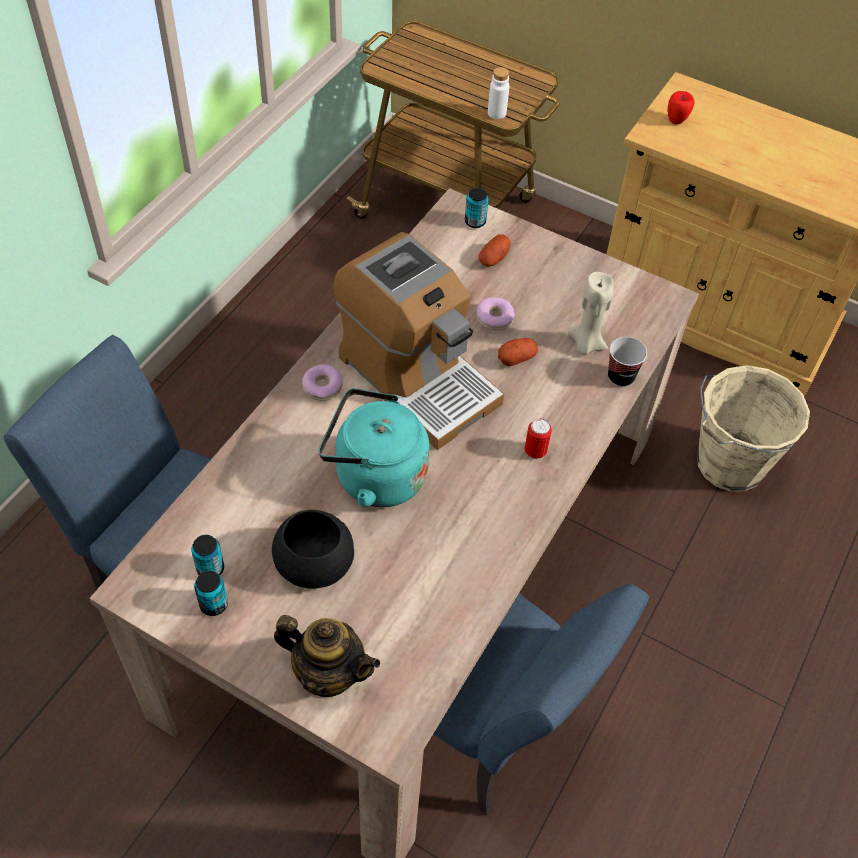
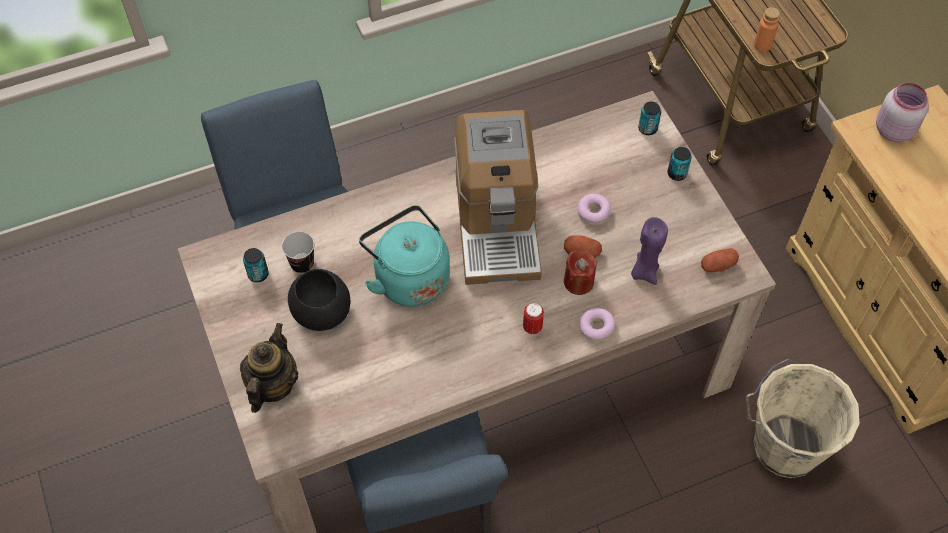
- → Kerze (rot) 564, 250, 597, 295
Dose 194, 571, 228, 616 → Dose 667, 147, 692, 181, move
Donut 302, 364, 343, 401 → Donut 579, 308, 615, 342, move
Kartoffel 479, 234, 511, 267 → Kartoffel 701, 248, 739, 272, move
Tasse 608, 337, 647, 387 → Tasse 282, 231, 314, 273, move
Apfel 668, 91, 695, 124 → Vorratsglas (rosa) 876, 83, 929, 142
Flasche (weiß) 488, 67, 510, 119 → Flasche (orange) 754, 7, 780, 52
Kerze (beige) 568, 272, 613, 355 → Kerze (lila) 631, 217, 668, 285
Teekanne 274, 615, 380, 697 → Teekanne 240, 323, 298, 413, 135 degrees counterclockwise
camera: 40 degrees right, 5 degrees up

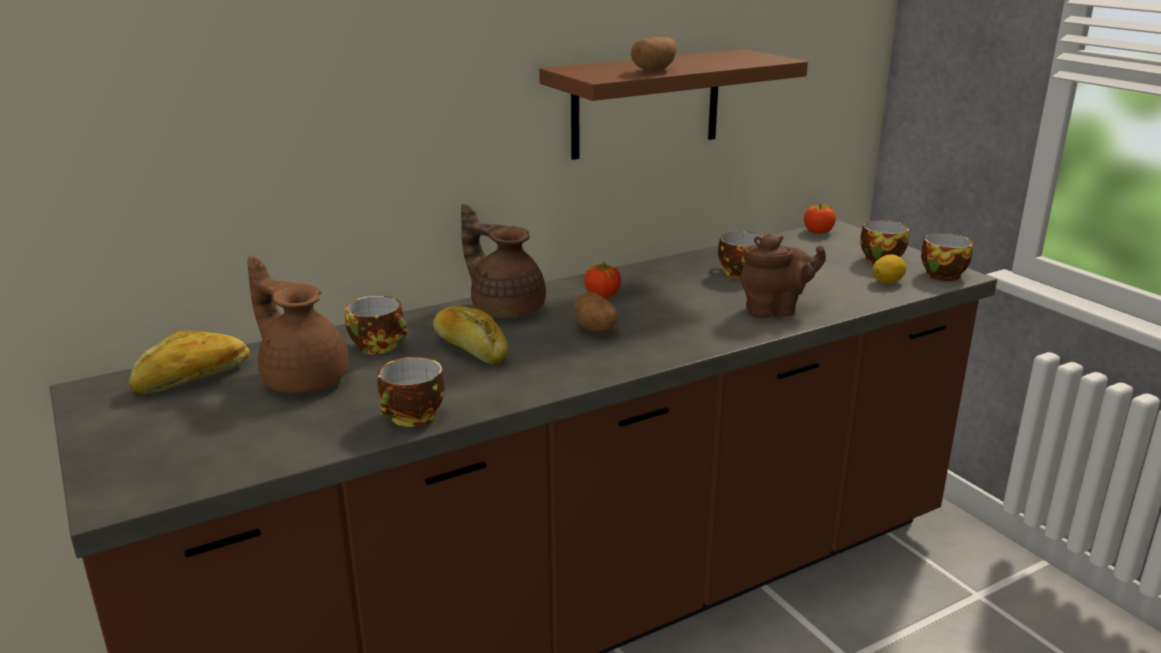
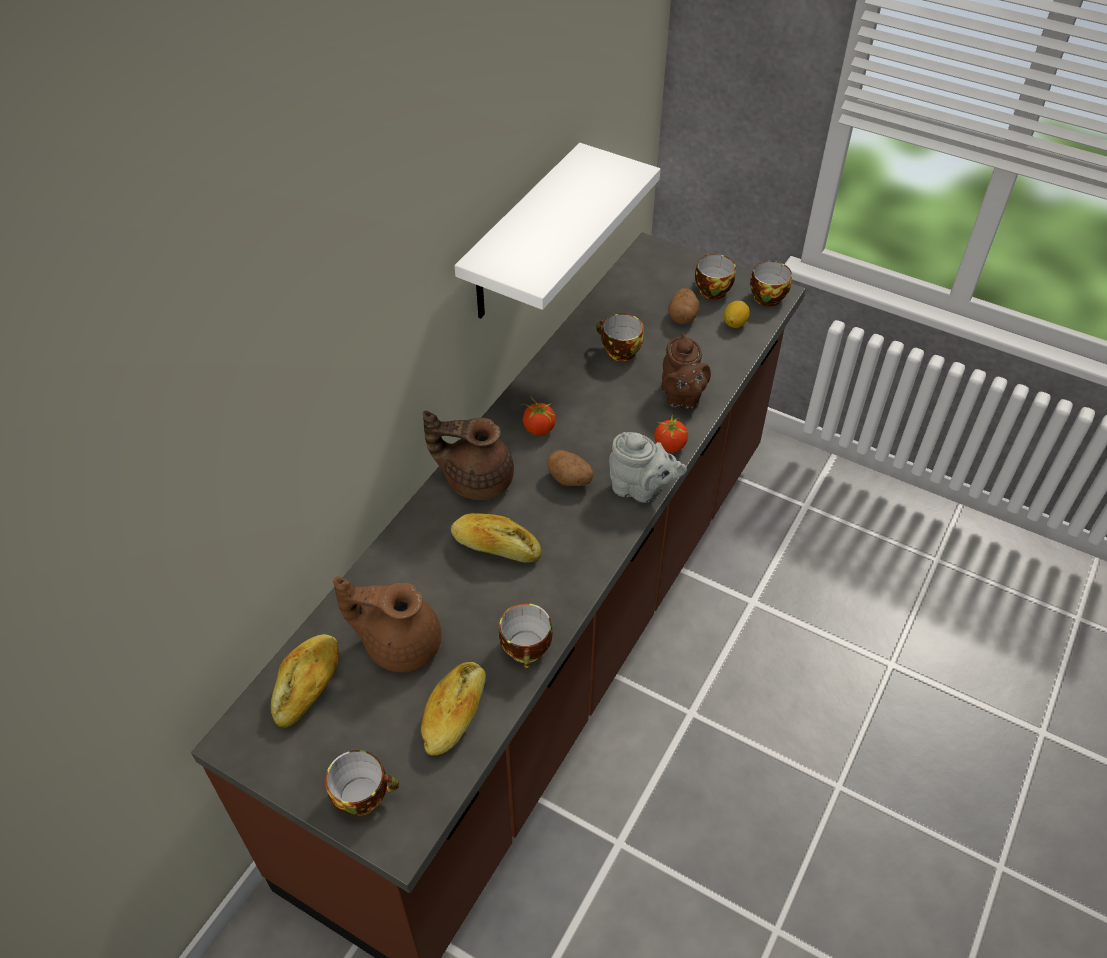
- → Brot 421, 662, 486, 756
- → Teekanne (grau) 609, 432, 687, 503
Tasse 345, 296, 407, 354 → Tasse 325, 750, 399, 816, move
Kartoffel 631, 37, 677, 71 → Kartoffel 668, 288, 699, 324, move
Tomate 804, 203, 836, 234 → Tomate 654, 417, 688, 453, move
Wandregal (braun) 539, 49, 808, 160 → Wandregal (weiß) 455, 143, 660, 319
Teekanne (braun) 741, 234, 826, 318 → Teekanne (braun) 661, 333, 711, 409, 120 degrees clockwise
camera: 30 degrees left, 25 degrees up

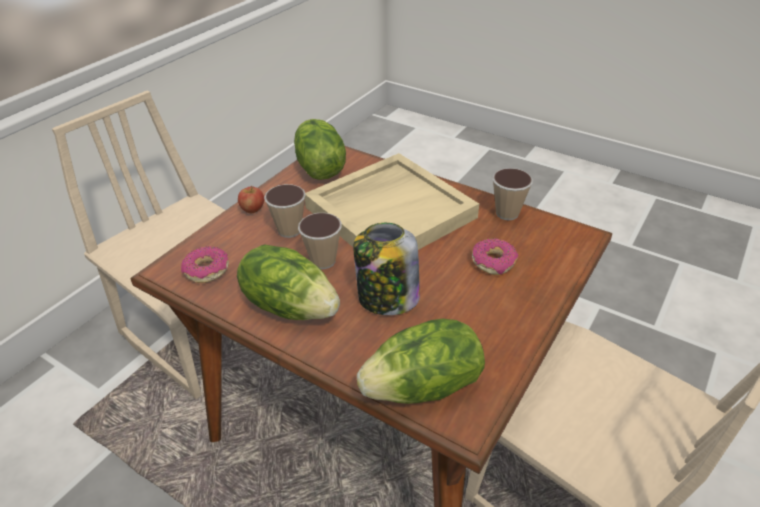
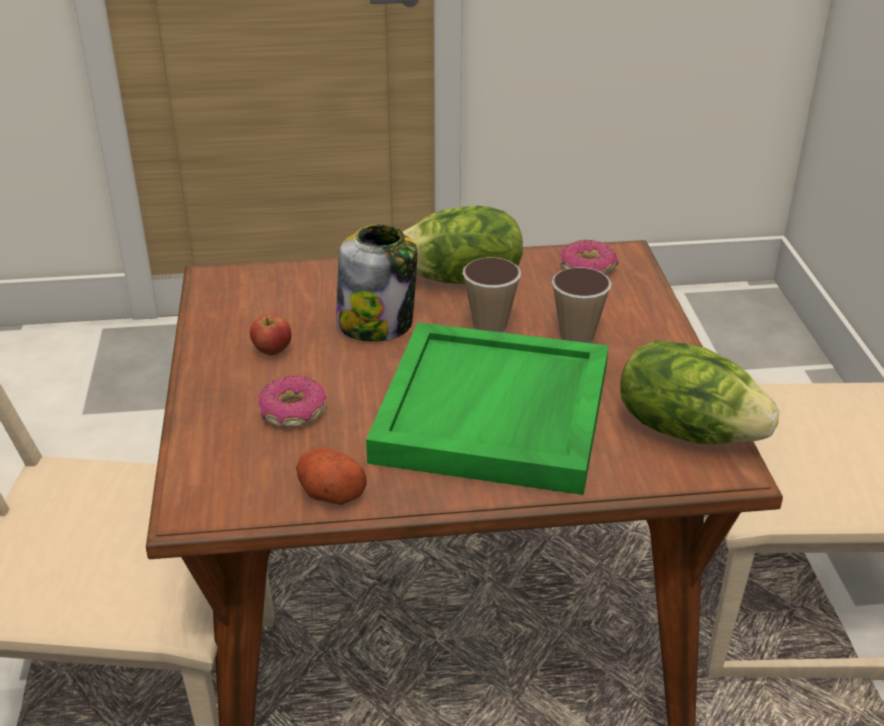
Salatkopf 357, 319, 485, 404 → -
Apfel 238, 186, 264, 213 → Apfel 250, 314, 292, 355, move
Tasse 493, 168, 533, 220 → Kartoffel 296, 447, 367, 505
Tablett (beige) 305, 153, 479, 250 → Tablett (grün) 366, 322, 609, 495
camera: 140 degrees right, 5 degrees down

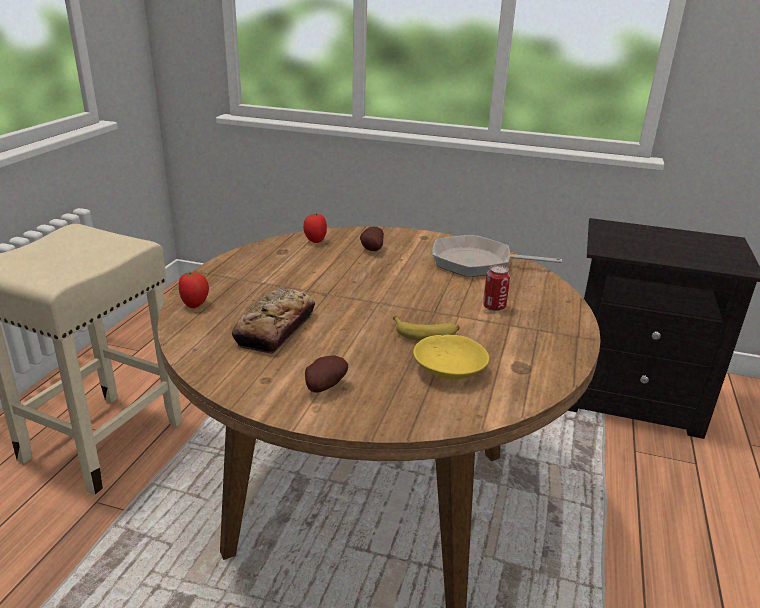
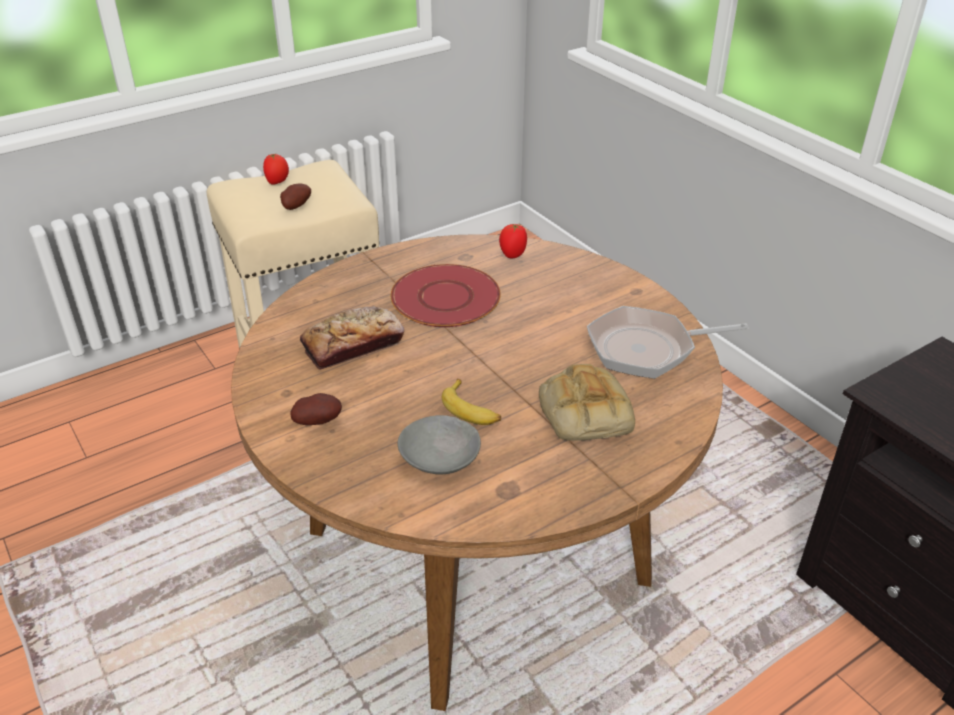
- → Teller (rot) 391, 264, 501, 327
Tomate 179, 272, 209, 308 → Tomate 263, 153, 289, 185, move
Kartoffel 360, 227, 384, 251 → Kartoffel 280, 183, 311, 210, move
Dose 483, 265, 510, 311 → Brot 539, 364, 635, 441
Schüssel (gelb) 413, 335, 489, 379 → Schüssel (grau) 398, 415, 481, 474
Pfanne 432, 235, 562, 277 → Pfanne 587, 306, 748, 379, 60 degrees counterclockwise
camera: 40 degrees right, 10 degrees up

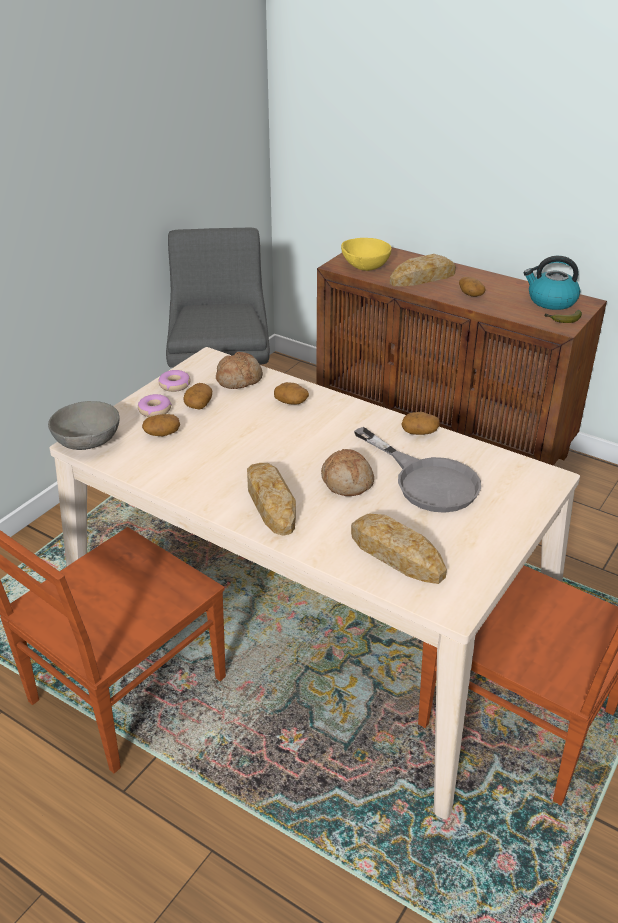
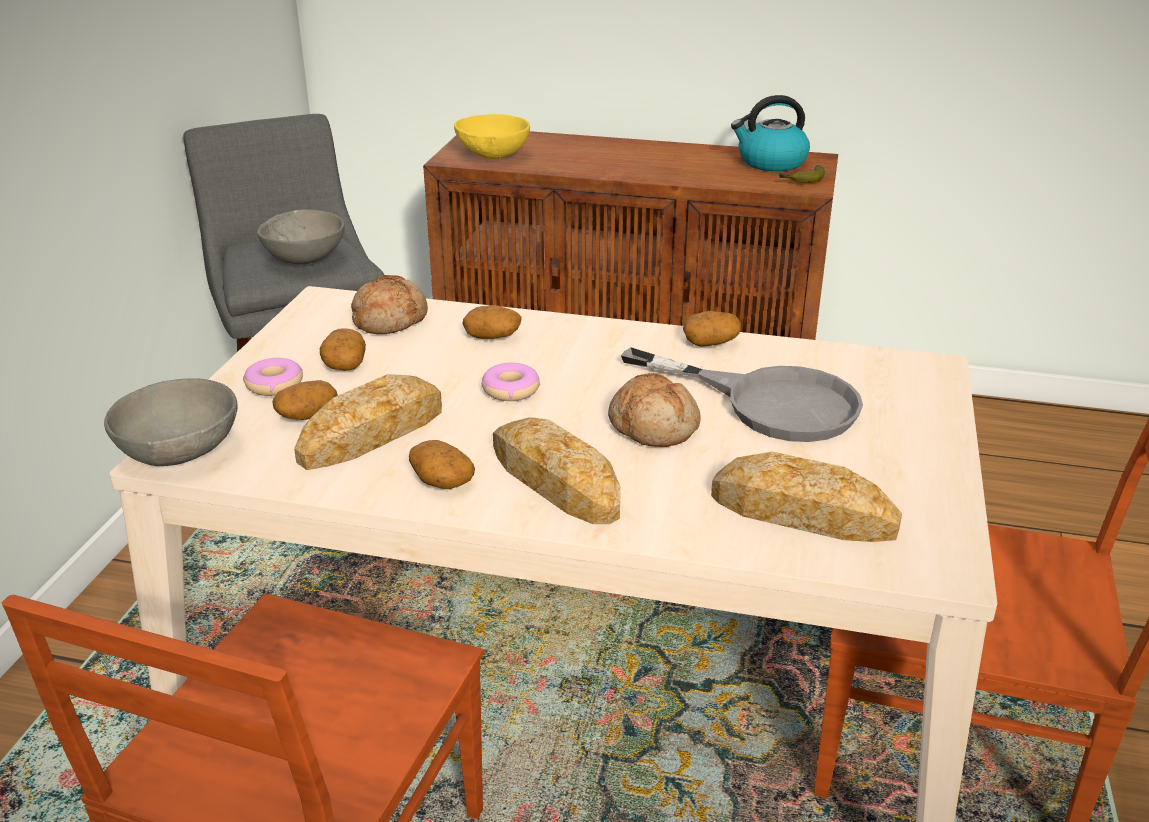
- → Schüssel (grau) 257, 209, 345, 264
Donut 158, 370, 191, 392 → Donut 481, 363, 540, 401, move
Brot 390, 254, 456, 286 → Brot 294, 374, 442, 470, move
Kartoffel 459, 277, 486, 297 → Kartoffel 409, 440, 475, 489, move
camera: 20 degrees left, 5 degrees down

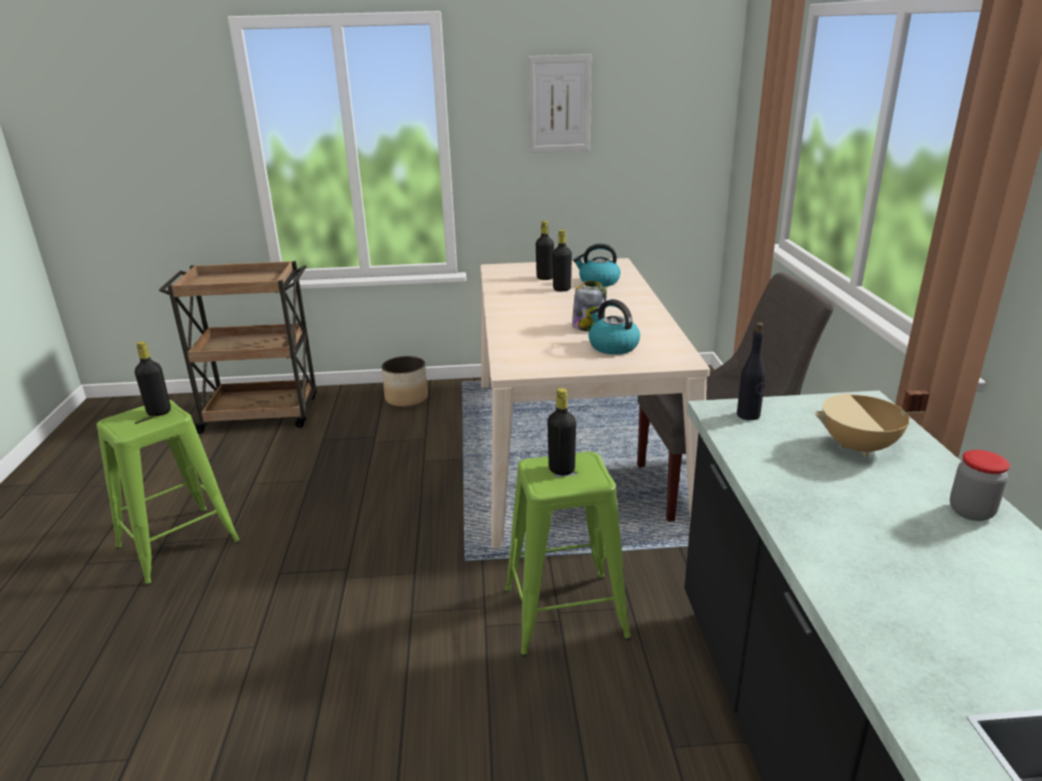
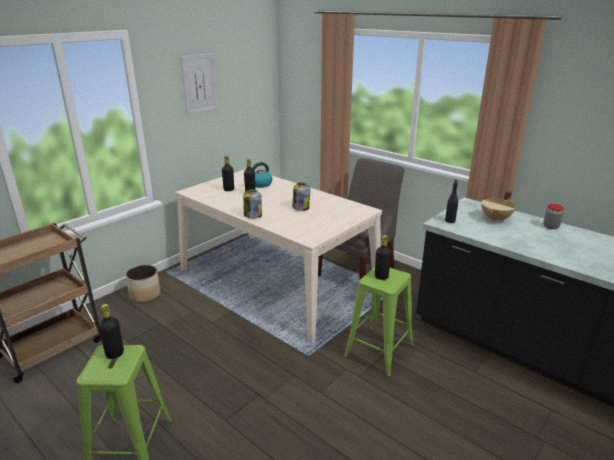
Wasserkessel 588, 299, 640, 355 → -
- → Vorratsglas 243, 189, 262, 218
camera: 45 degrees left, 0 degrees up

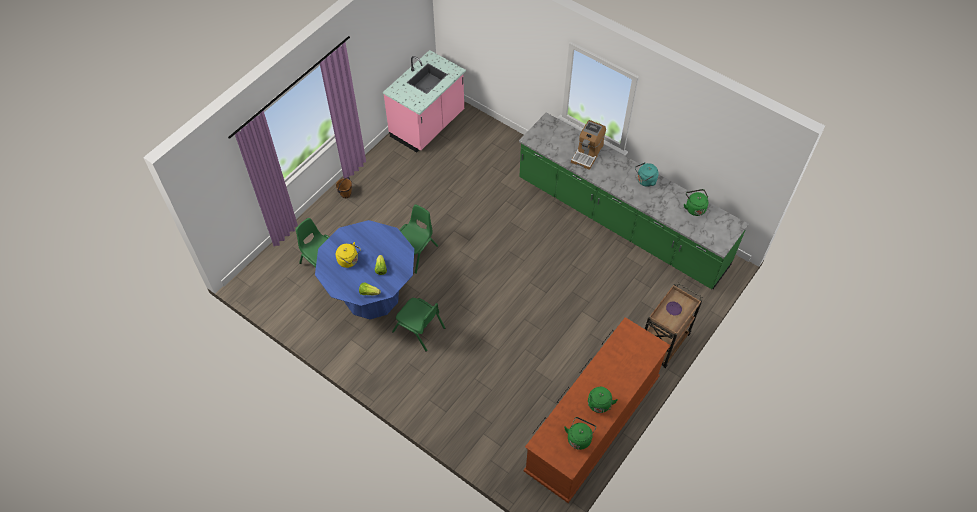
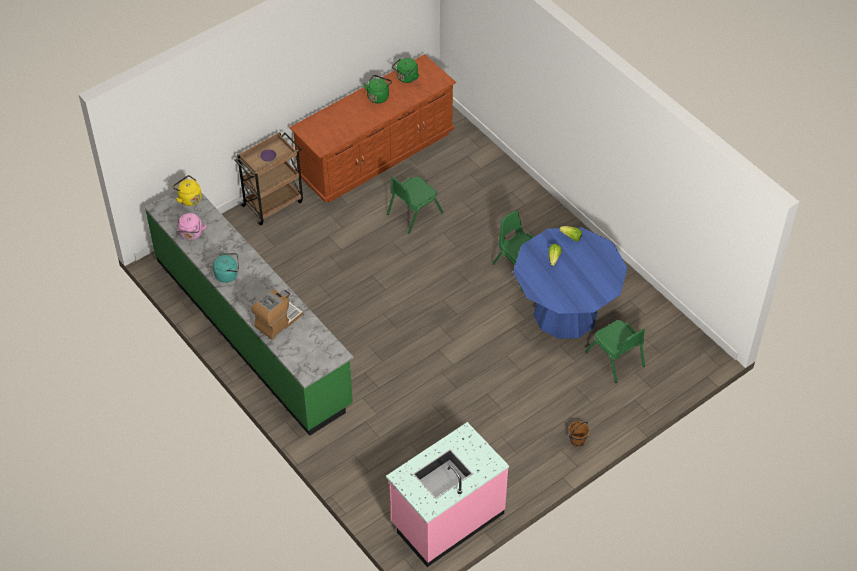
Wasserkessel (gelb) 336, 242, 361, 268 → Wasserkessel (gelb) 172, 175, 202, 206, move
Stuhl (grün) 399, 204, 438, 274 → Stuhl (grün) 387, 177, 443, 234, move
Wasserkessel (grün) 684, 189, 708, 216 → Wasserkessel (rosa) 176, 213, 207, 240
camera: 165 degrees left, 5 degrees down

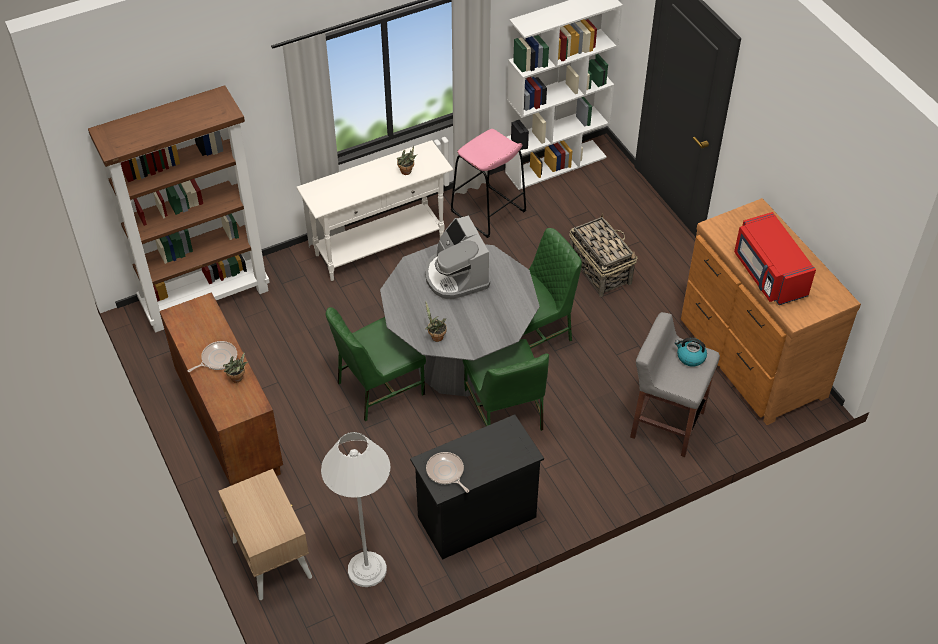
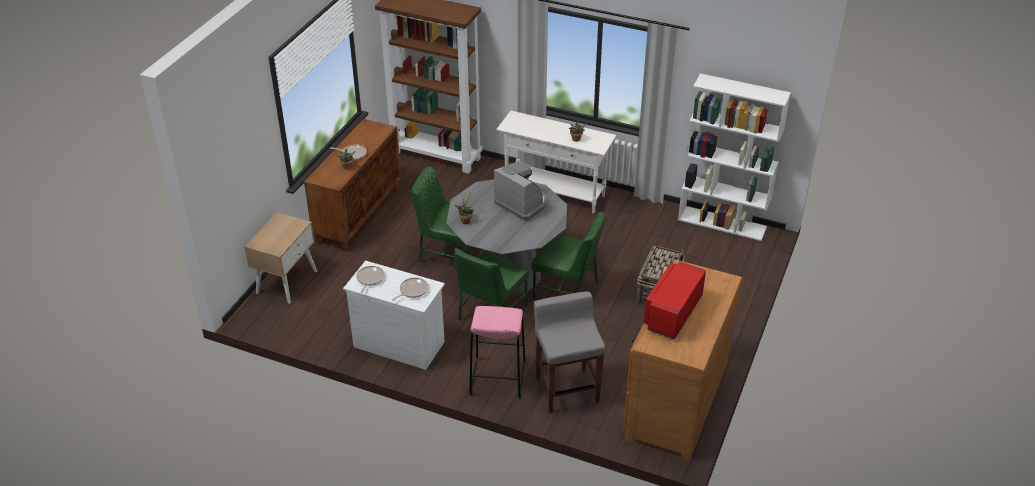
Stehlampe (weiß) 321, 432, 391, 587 → -
Wasserkessel 675, 338, 707, 367 → -
- → Pfanne 392, 277, 428, 301
Hocker (rosa) 451, 129, 526, 238 → Hocker (rosa) 470, 306, 525, 399, move
Kommode (schwarz) 410, 414, 544, 560 → Kommode (weiß) 343, 261, 445, 370
Kaffeemaschine 425, 215, 490, 299 → Kaffeemaschine 494, 161, 547, 221, 105 degrees clockwise
camera: 50 degrees right, 10 degrees down

